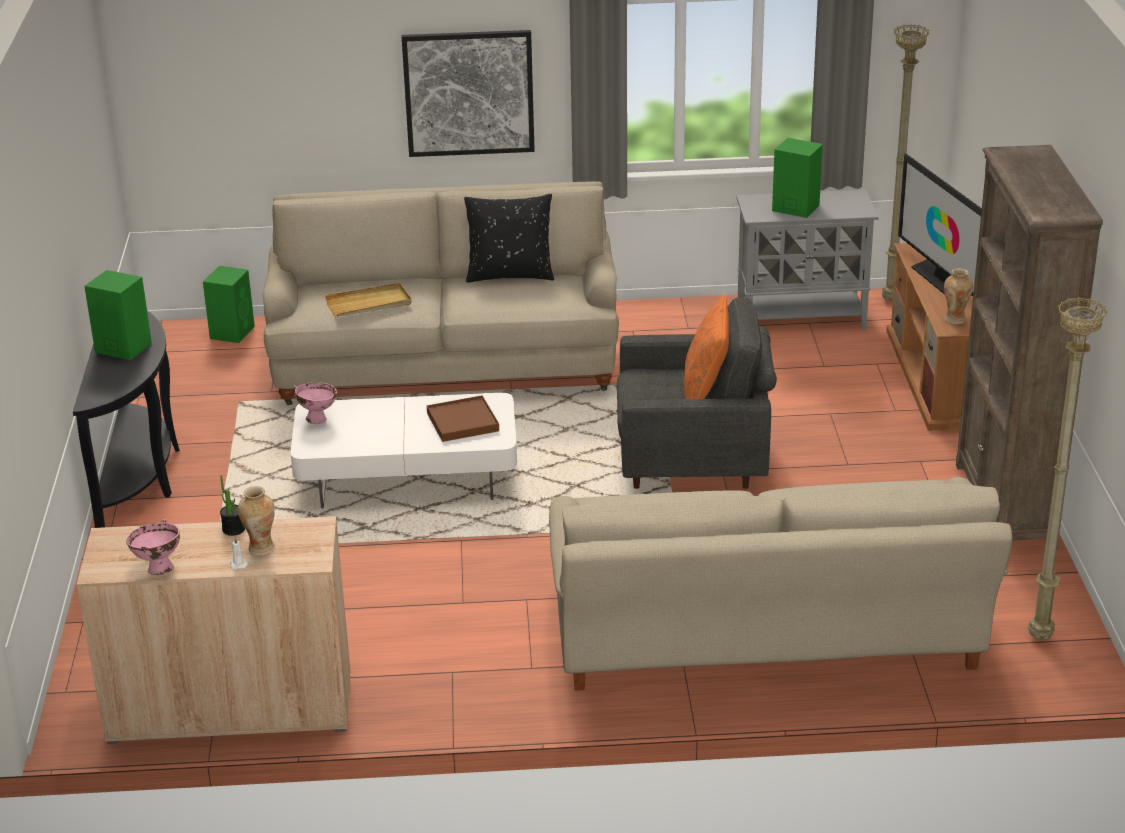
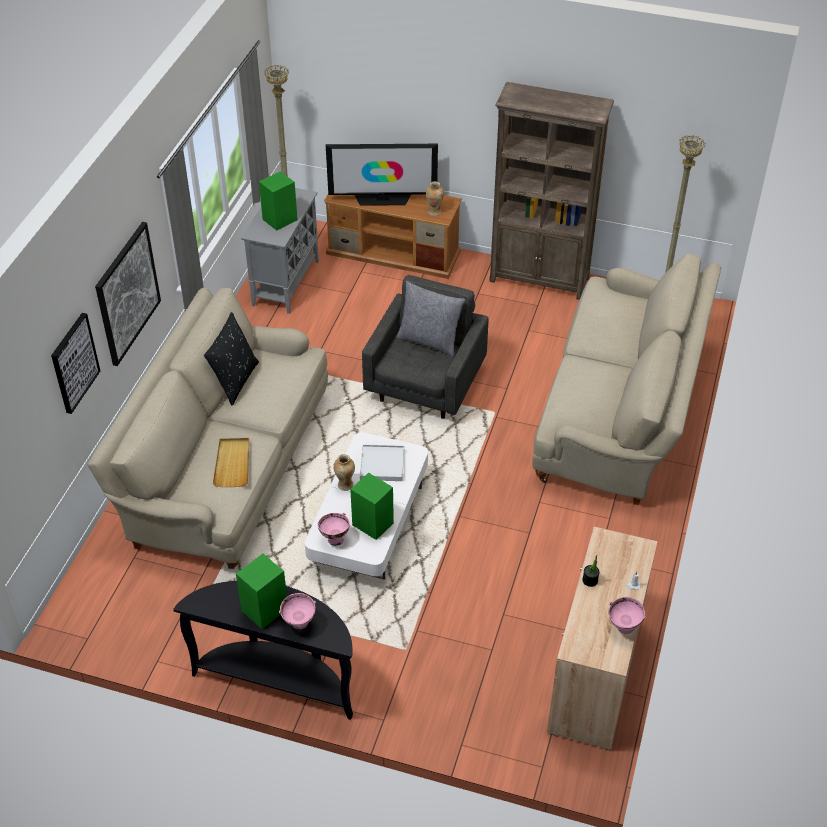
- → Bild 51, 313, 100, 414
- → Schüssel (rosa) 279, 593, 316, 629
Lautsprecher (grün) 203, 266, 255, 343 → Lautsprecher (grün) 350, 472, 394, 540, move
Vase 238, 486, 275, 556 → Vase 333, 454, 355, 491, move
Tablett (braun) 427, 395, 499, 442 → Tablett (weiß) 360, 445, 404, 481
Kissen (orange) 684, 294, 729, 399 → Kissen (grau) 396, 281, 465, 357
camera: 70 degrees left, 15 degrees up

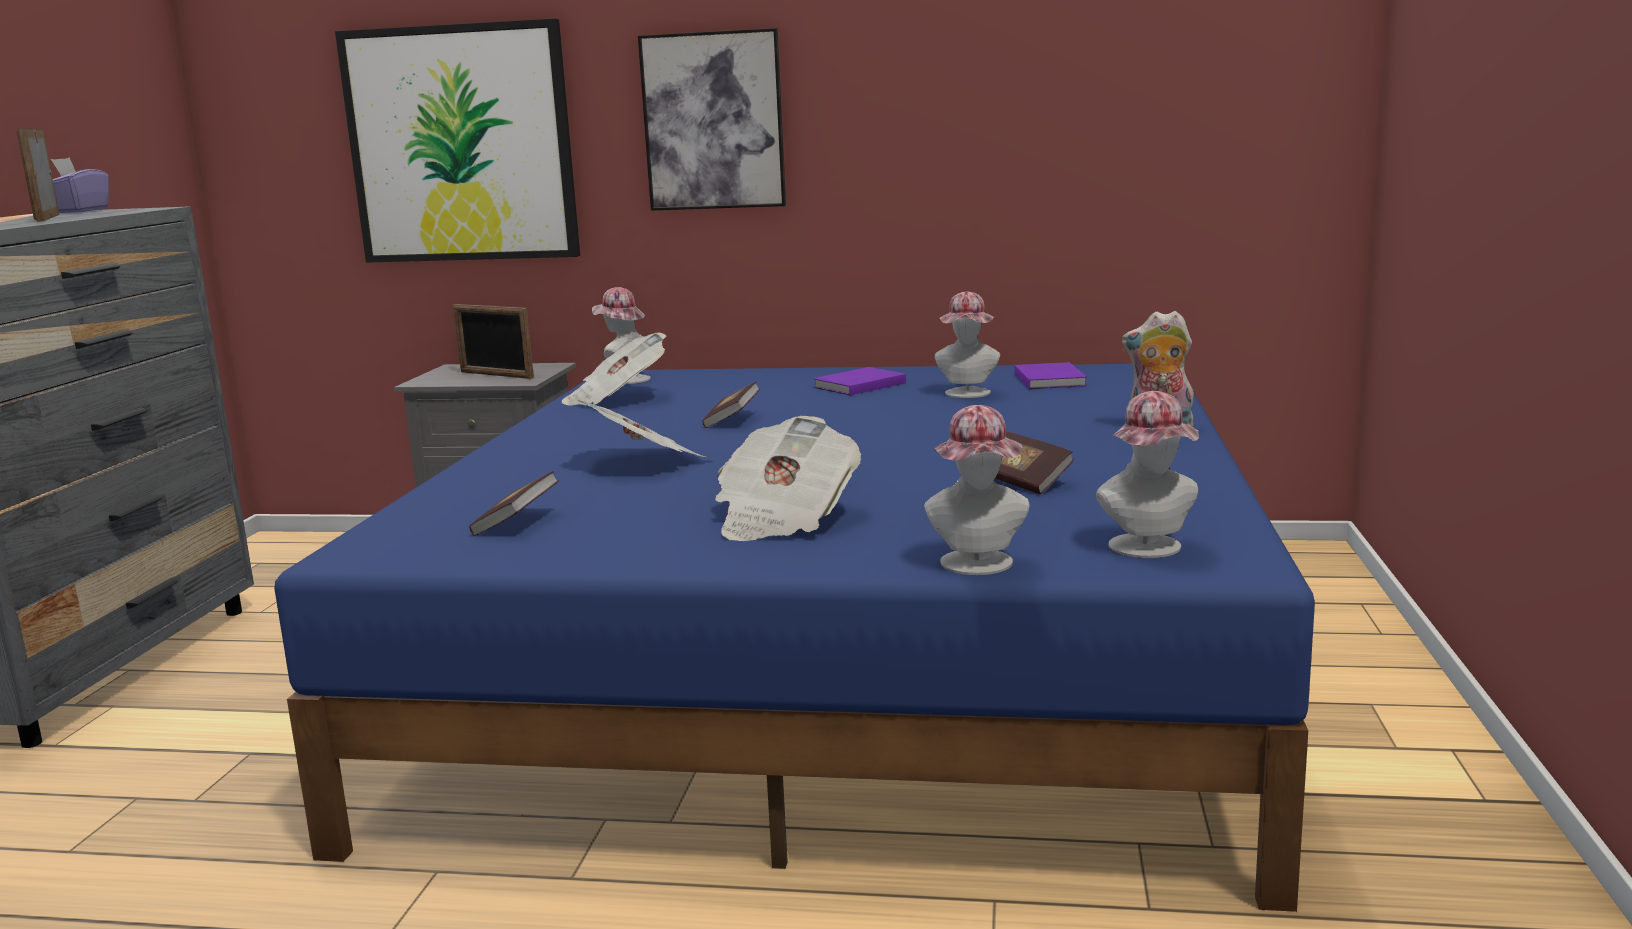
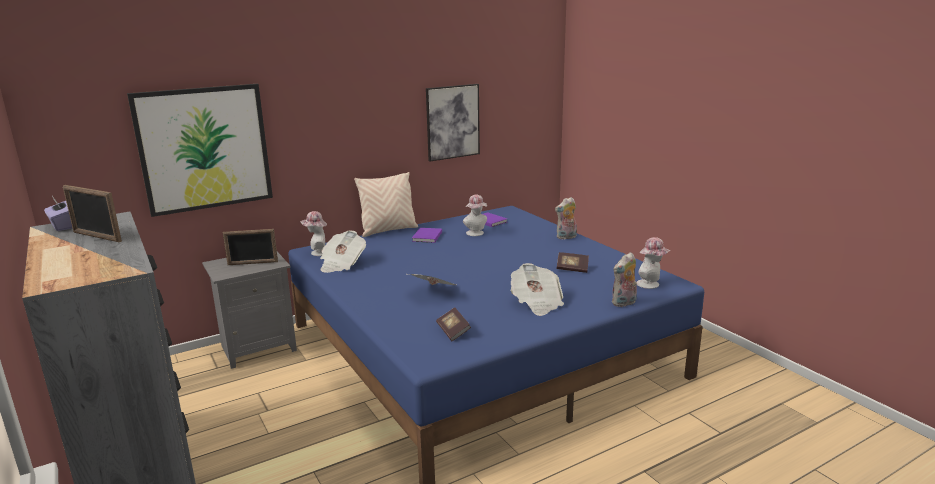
Buch 702, 382, 760, 428 → -
- → Kissen (beige) 354, 172, 418, 237
Bild 638, 28, 786, 211 → Bild 426, 84, 480, 161, move
Hut 924, 405, 1029, 575 → Plüschtier 612, 252, 637, 307
camera: 40 degrees left, 5 degrees up

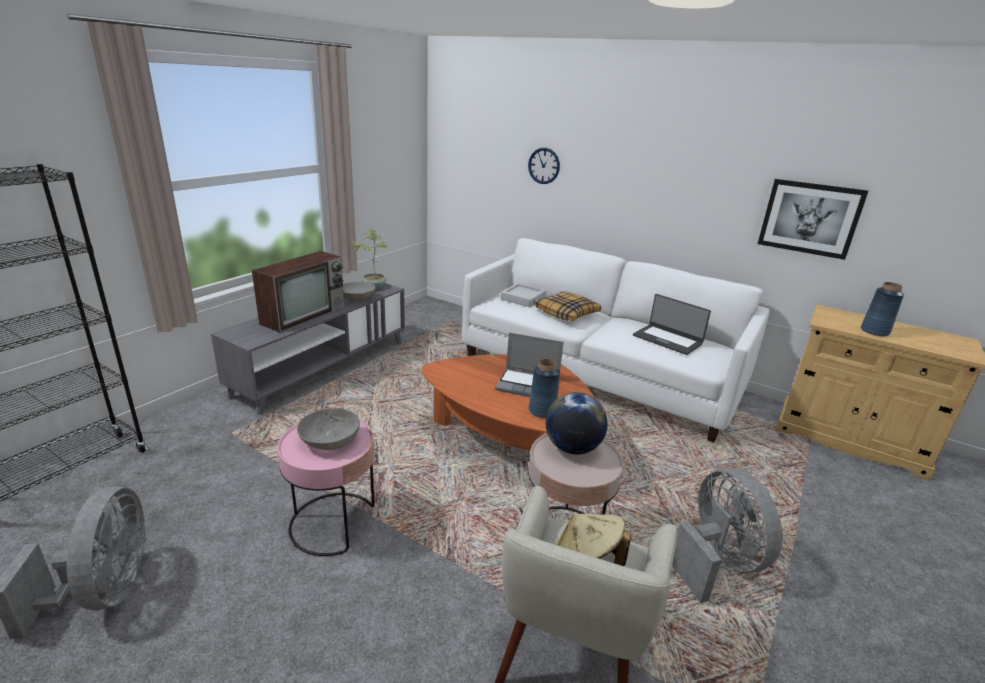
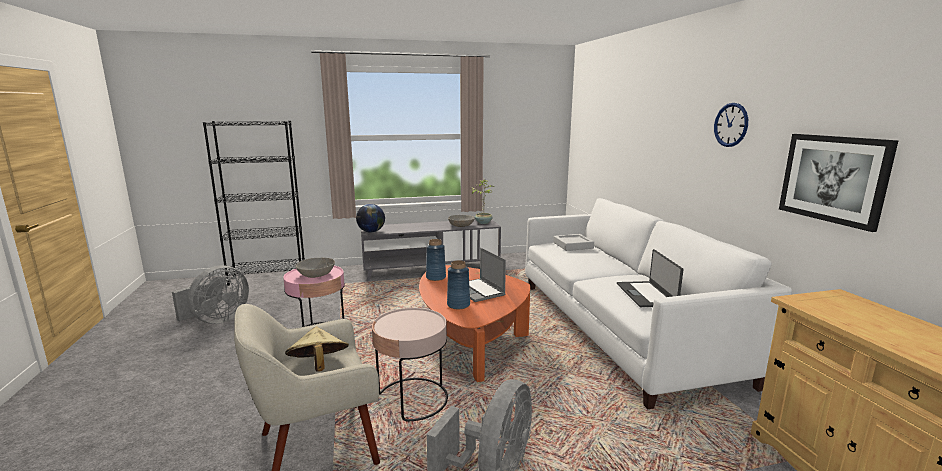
Fernseher 252, 251, 344, 333 → -
Kissen 534, 291, 601, 321 → -
Wanduhr 528, 148, 560, 184 → Wanduhr 714, 103, 748, 147, move
Globus 546, 392, 607, 454 → Globus 356, 204, 385, 233, move
Vase (blau) 861, 282, 904, 336 → Vase (blau) 426, 239, 446, 281, move
camera: 45 degrees right, 10 degrees down

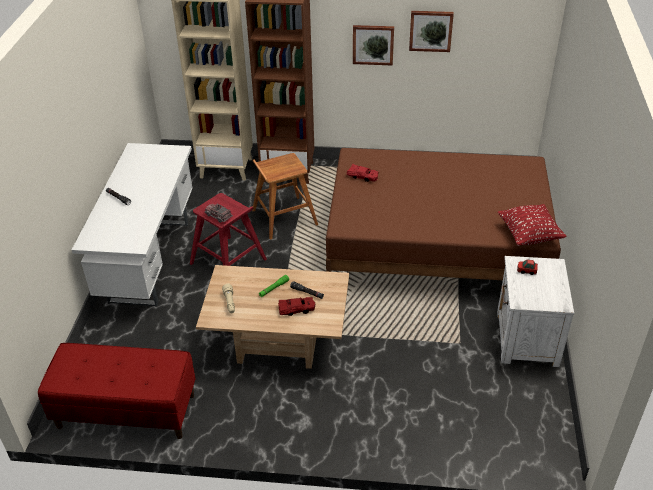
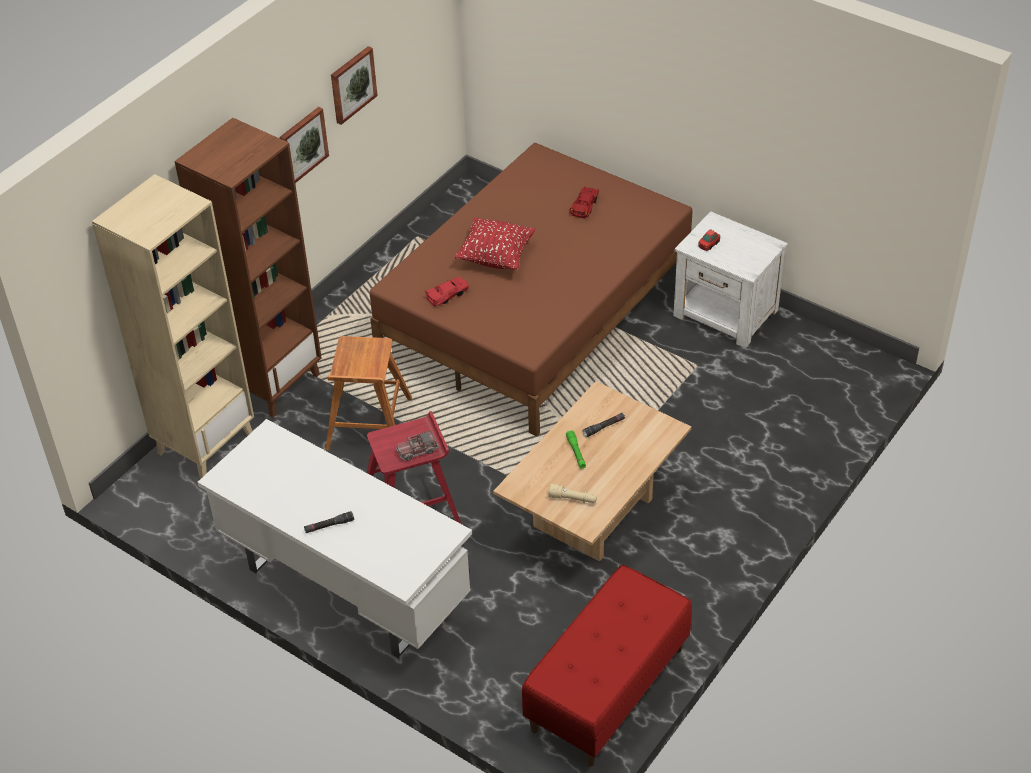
Spielzeugauto (rot) 278, 297, 315, 316 → Spielzeugauto (rot) 569, 186, 599, 219, move
Kissen (rot) 497, 204, 567, 246 → Kissen (rot) 455, 217, 535, 270, move
camera: 60 degrees left, 5 degrees up

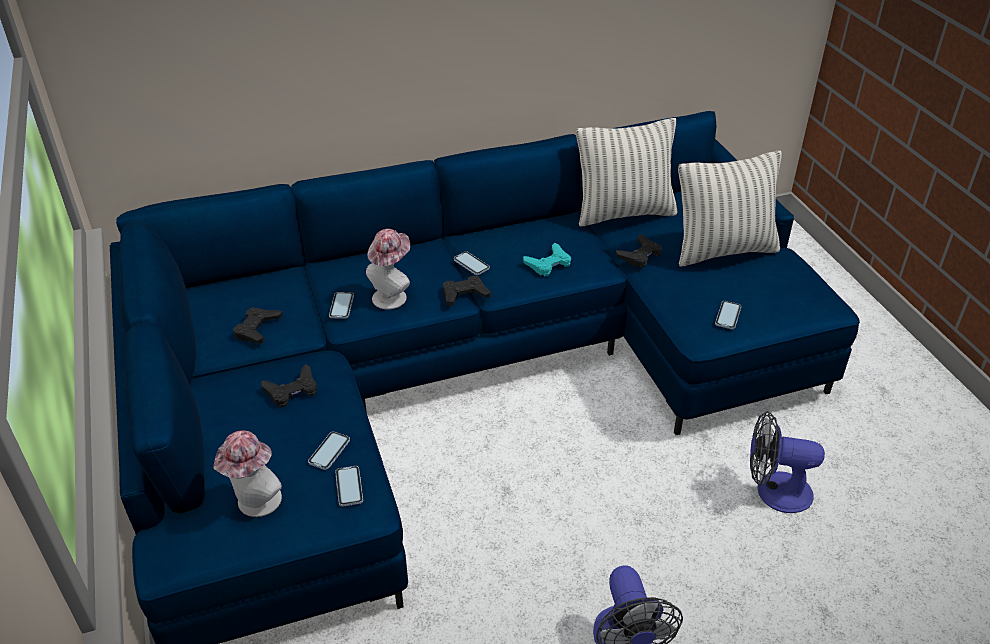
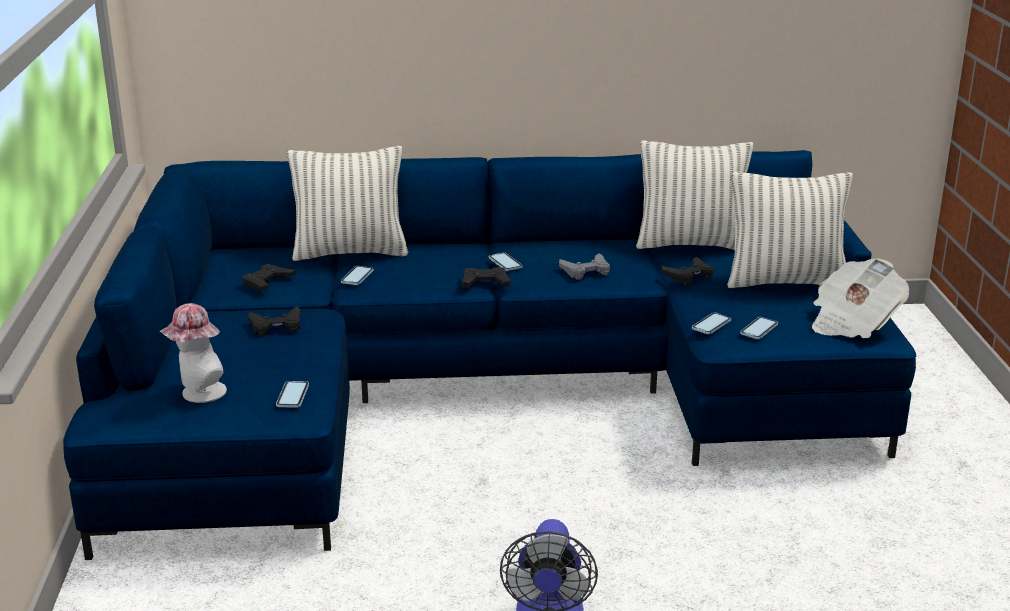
Hut 366, 229, 410, 310 → -
Ventilator 750, 411, 825, 513 → -
- → Kissen 287, 146, 408, 261
- → Zeitung 812, 258, 909, 338
Handy 308, 431, 350, 470 → Handy 692, 313, 731, 334, move
Gamepad (türkis) 523, 243, 571, 277 → Gamepad (grau) 559, 253, 610, 280
camera: 15 degrees right, 15 degrees down

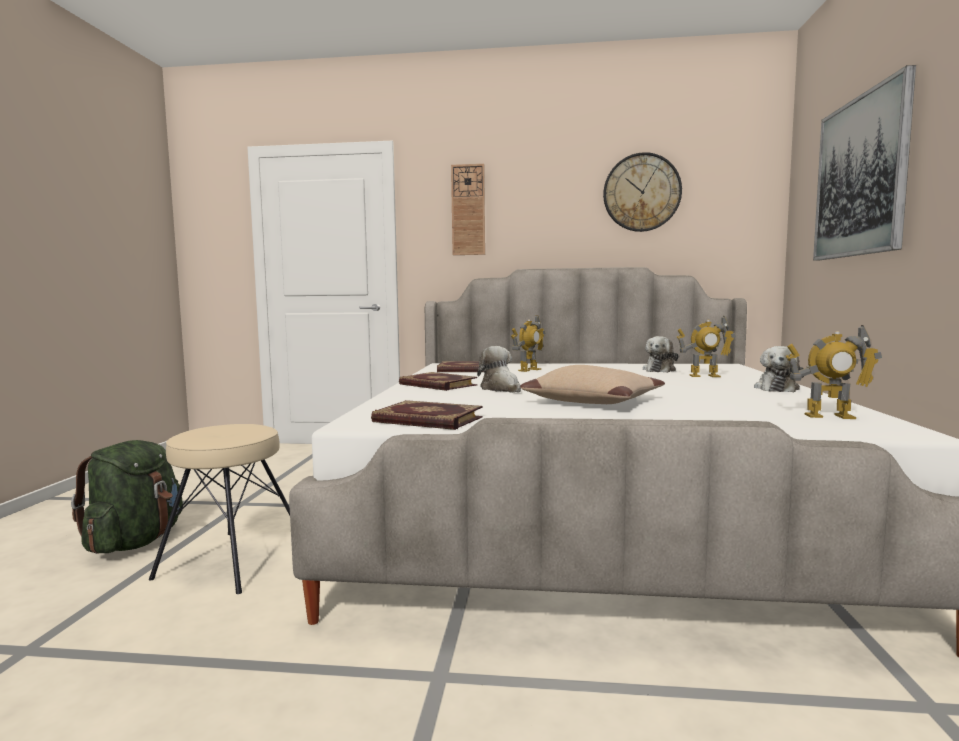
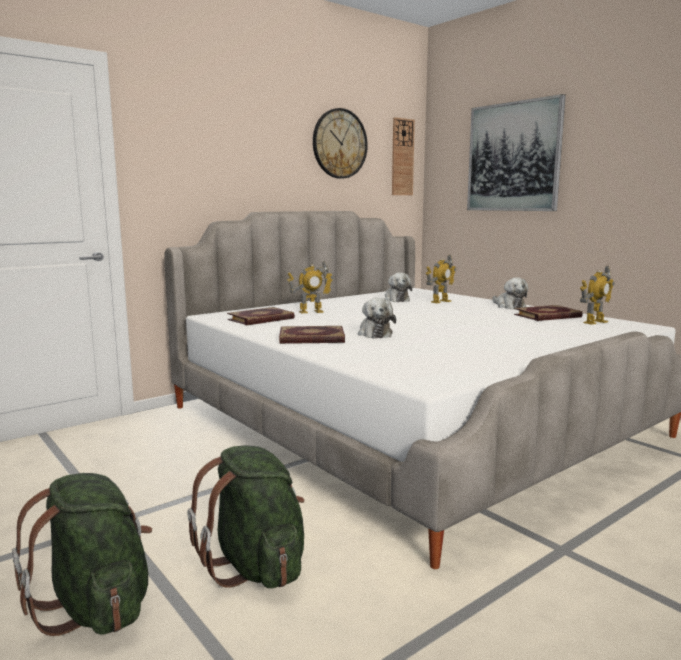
Kissen (beige) 520, 365, 665, 404 → -
Buch 371, 400, 483, 430 → Buch 514, 305, 583, 321, move
Wanduhr 451, 164, 485, 255 → Wanduhr 392, 117, 415, 195, move
Hocker (beige) 149, 424, 290, 594 → Rucksack (grün) 187, 445, 304, 588
Plüschtier 477, 346, 521, 393 → Plüschtier 358, 298, 396, 338, 120 degrees counterclockwise
Spielzeugroboter 511, 315, 545, 372 → Spielzeugroboter 287, 261, 334, 314, 75 degrees clockwise
camera: 45 degrees left, 5 degrees up

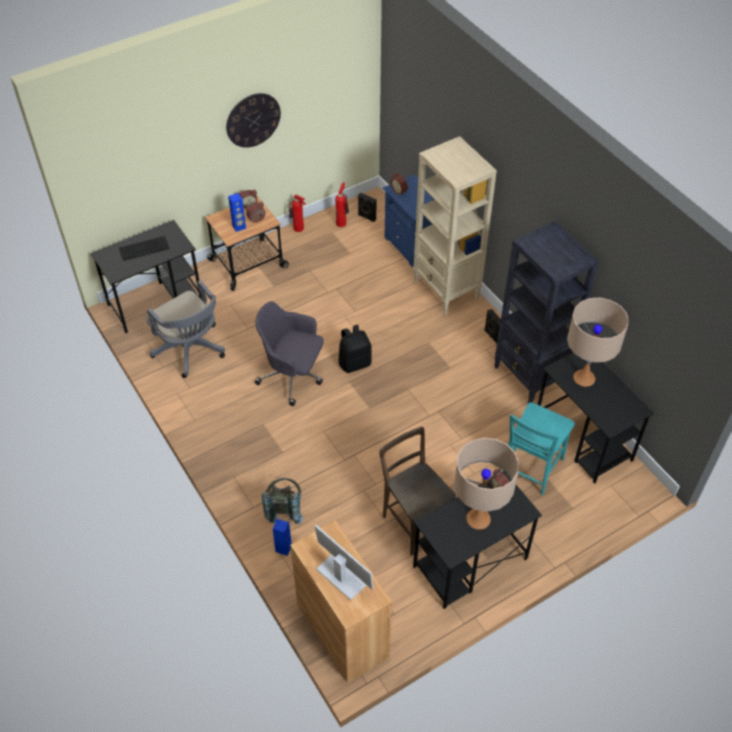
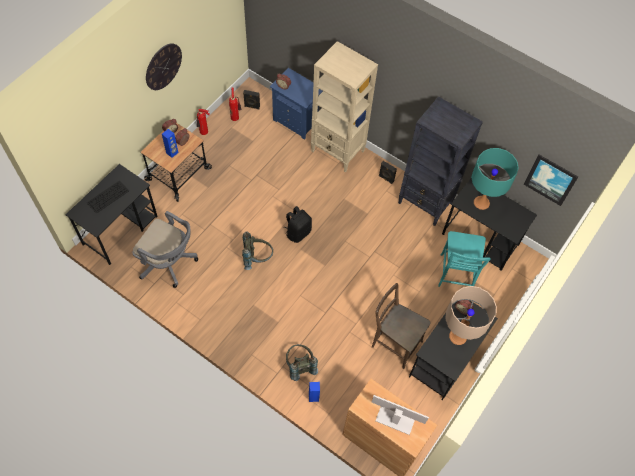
- → Bild 524, 155, 578, 206
Bürostuhl (grau) 255, 301, 324, 406 → Rucksack (grau) 242, 232, 273, 270
Tischlampe (beige) 567, 298, 629, 387 → Tischlampe (türkis) 471, 148, 519, 210
camera: 25 degrees left, 10 degrees up

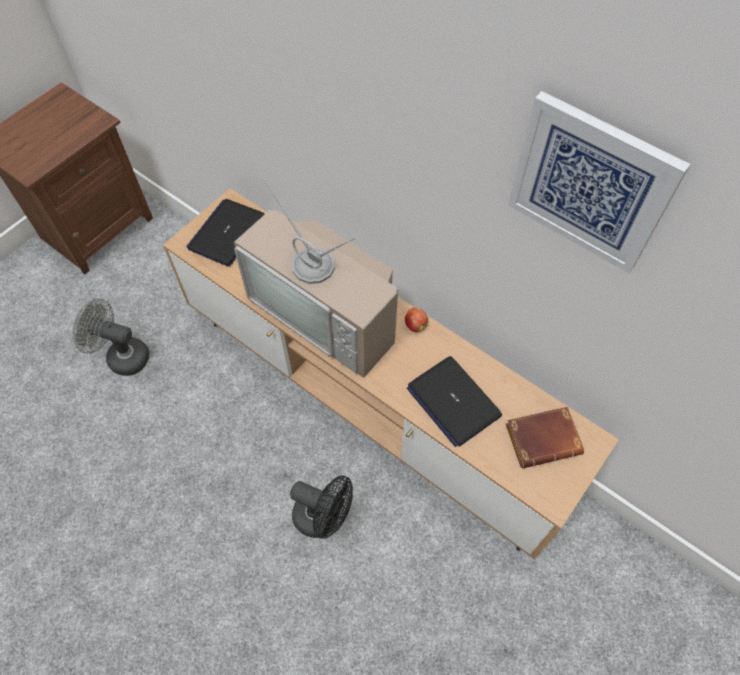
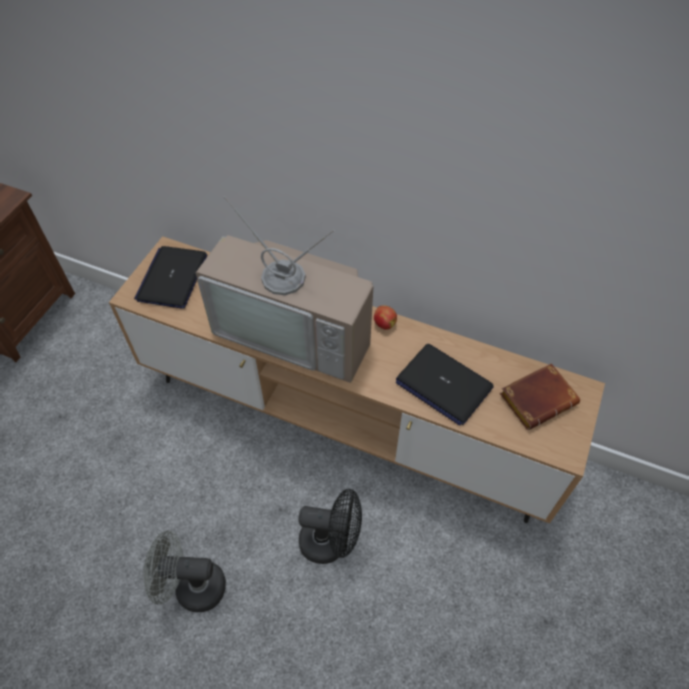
Bild 508, 91, 690, 273 → -
Ventilator (grau) 72, 298, 149, 376 → Ventilator (grau) 143, 531, 226, 612, move
camera: 15 degrees left, 5 degrees down

